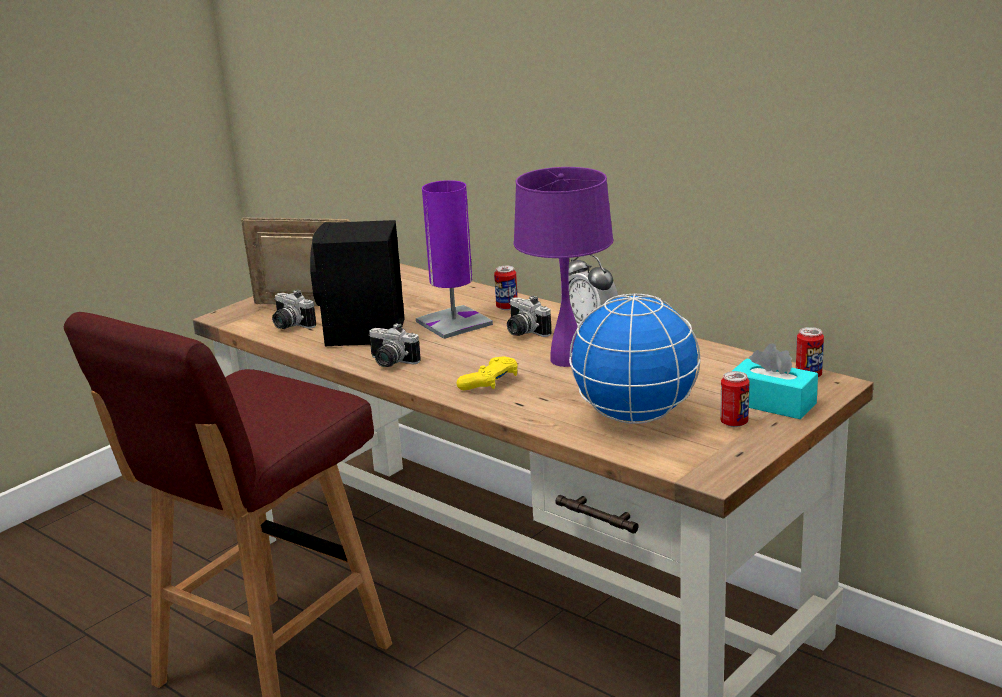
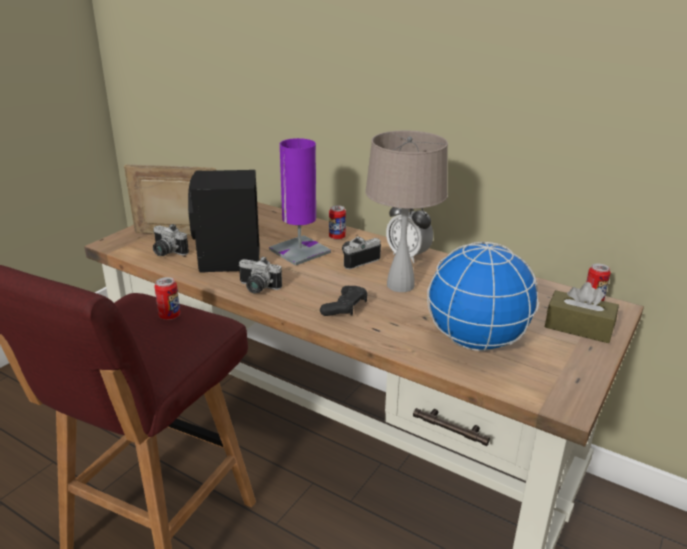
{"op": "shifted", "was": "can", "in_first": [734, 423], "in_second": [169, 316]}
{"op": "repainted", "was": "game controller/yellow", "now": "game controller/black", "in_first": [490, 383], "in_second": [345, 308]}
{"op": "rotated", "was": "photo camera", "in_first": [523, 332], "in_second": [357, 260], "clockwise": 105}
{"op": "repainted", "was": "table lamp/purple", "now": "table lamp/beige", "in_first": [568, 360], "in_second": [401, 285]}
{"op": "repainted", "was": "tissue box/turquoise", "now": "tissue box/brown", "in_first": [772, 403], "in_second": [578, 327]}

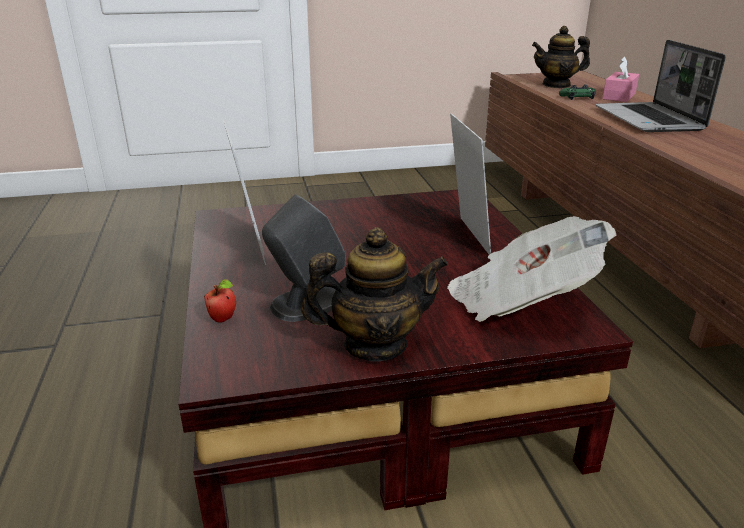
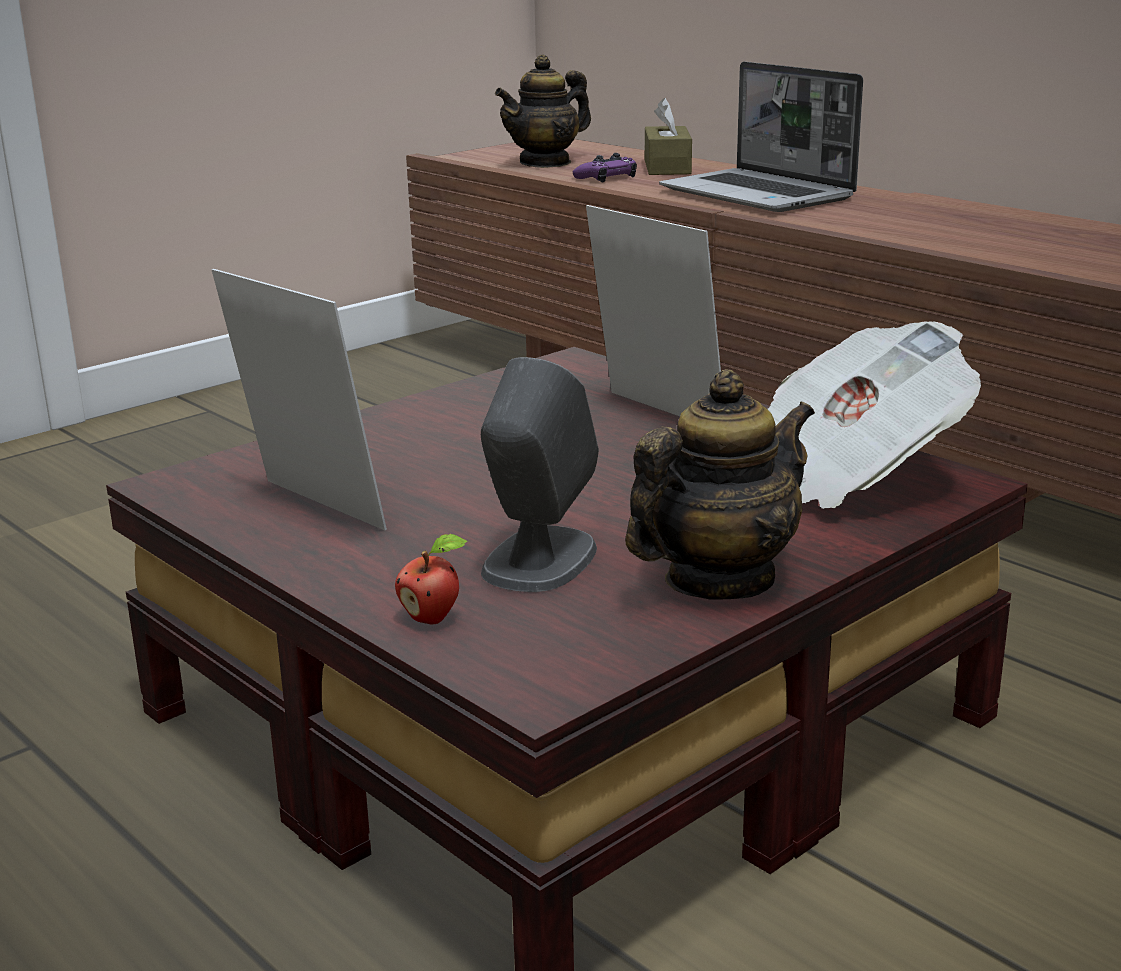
{"op": "repainted", "was": "game controller/green", "now": "game controller/purple", "in_first": [577, 97], "in_second": [606, 177]}
{"op": "repainted", "was": "tissue box/pink", "now": "tissue box/brown", "in_first": [619, 96], "in_second": [667, 167]}

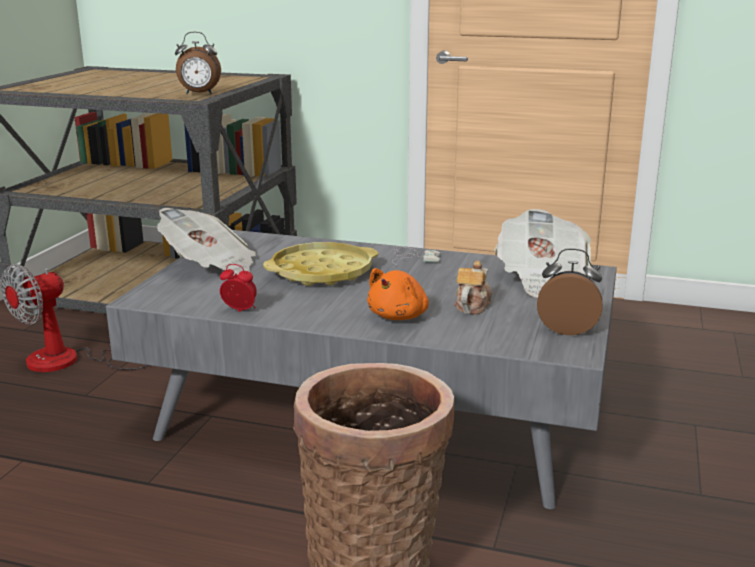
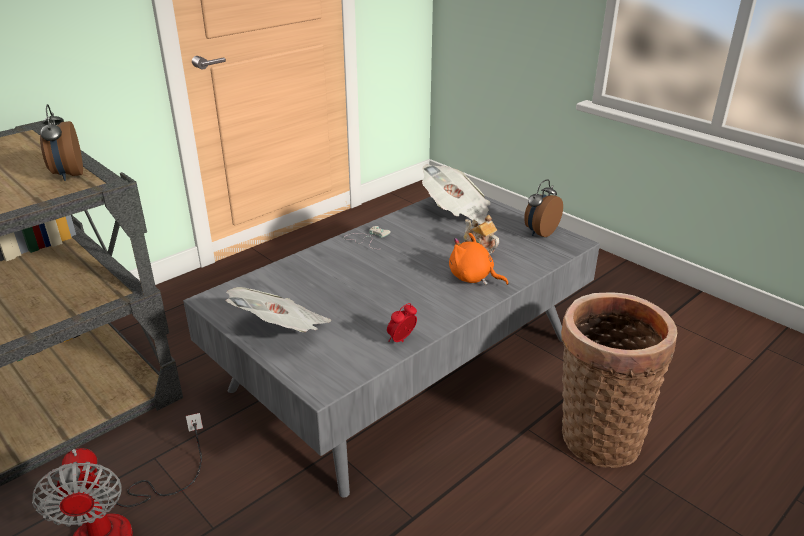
{"op": "rotated", "was": "alarm clock", "in_first": [199, 93], "in_second": [67, 175], "clockwise": 135}
{"op": "rotated", "was": "plush toy/orange", "in_first": [399, 316], "in_second": [473, 278], "clockwise": 150}
{"op": "gone", "was": "tray/yellow", "in_first": [322, 272]}

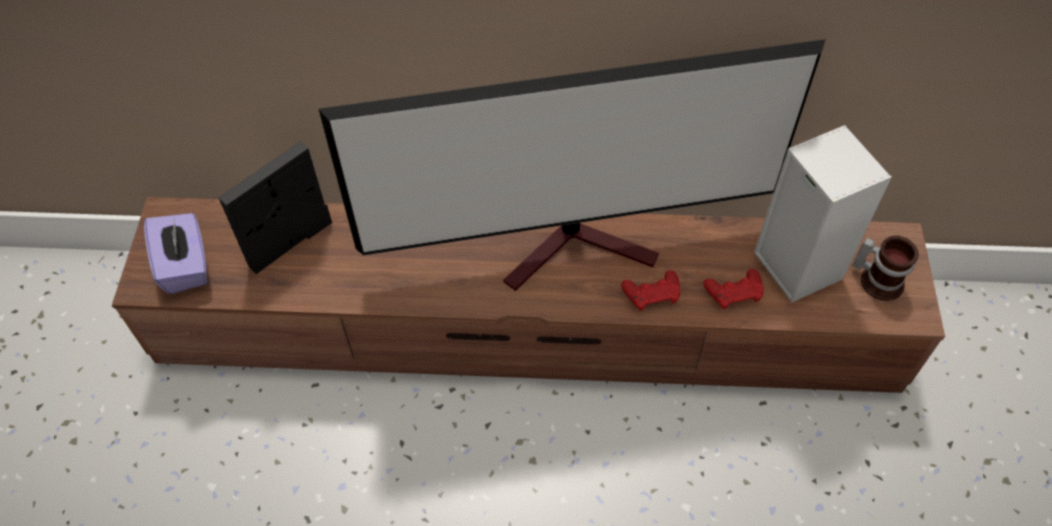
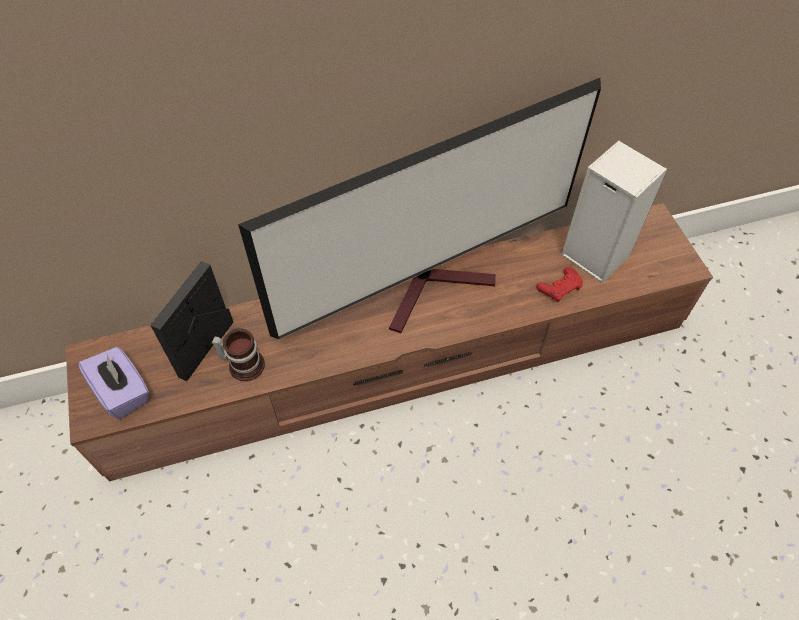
{"op": "shifted", "was": "mug", "in_first": [878, 279], "in_second": [243, 363]}
{"op": "gone", "was": "game controller/red", "in_first": [652, 293]}

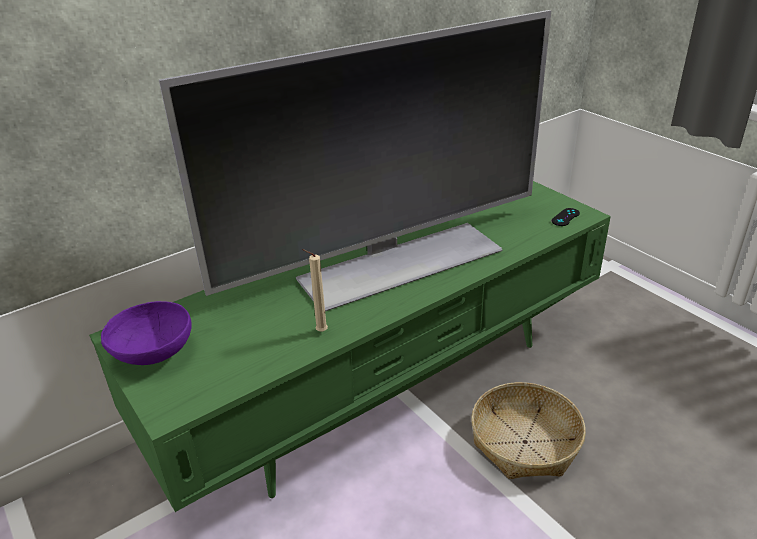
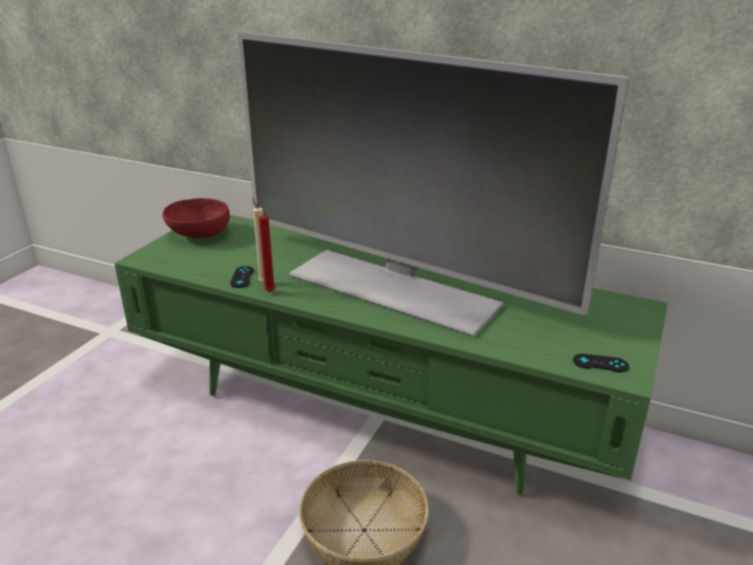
{"op": "repainted", "was": "bowl/purple", "now": "bowl/red", "in_first": [153, 354], "in_second": [198, 234]}
{"op": "new", "now": "game controller/black", "in_second": [242, 277]}
{"op": "new", "now": "candle/red", "in_second": [271, 292]}

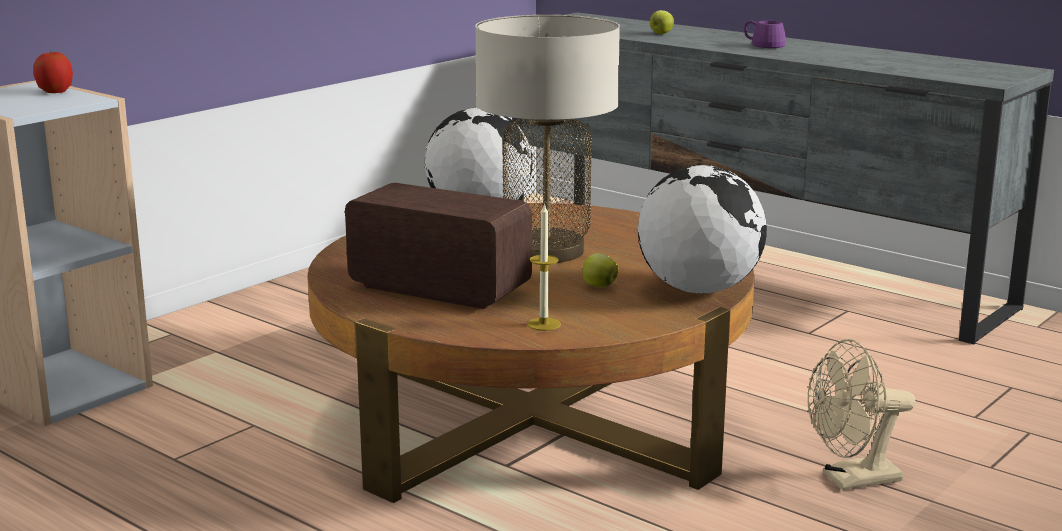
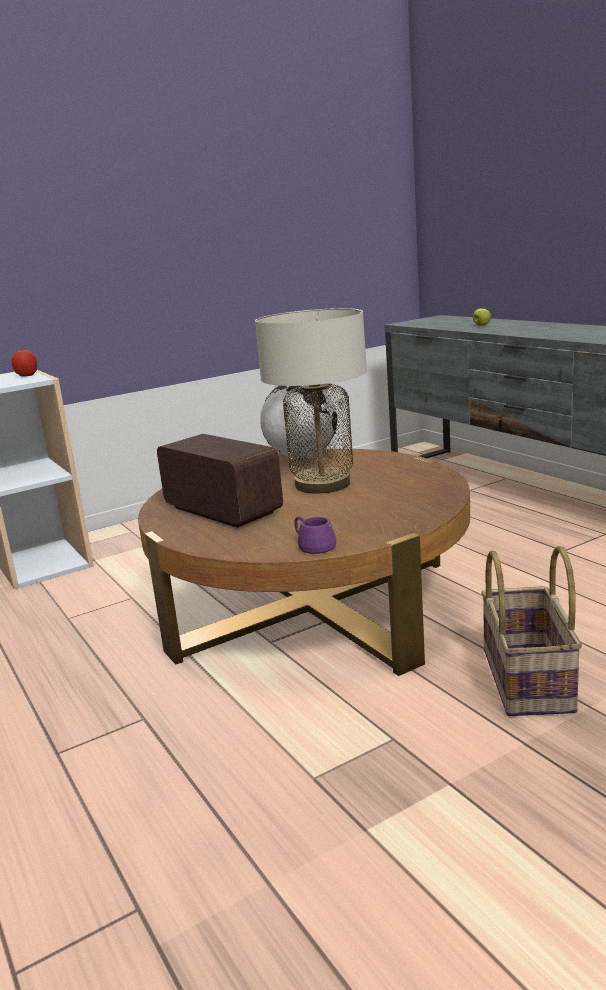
{"op": "shifted", "was": "mug/purple", "in_first": [765, 45], "in_second": [316, 544]}
{"op": "swapped", "was": "fan/beige", "now": "basket", "in_first": [852, 480], "in_second": [529, 680]}
{"op": "gone", "was": "candle", "in_first": [544, 324]}
{"op": "gone", "was": "apple", "in_first": [598, 286]}
{"op": "gone", "was": "globe", "in_first": [698, 290]}

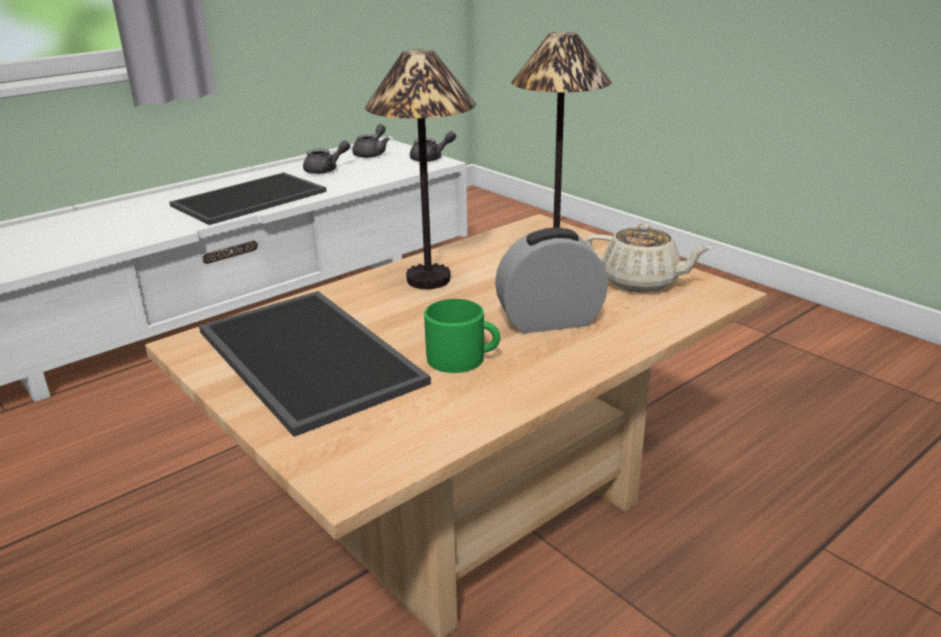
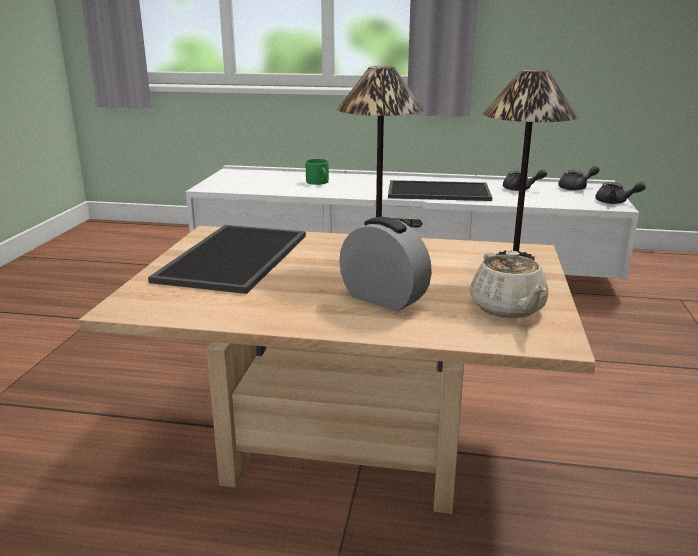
{"op": "shifted", "was": "mug/green", "in_first": [463, 358], "in_second": [318, 182]}

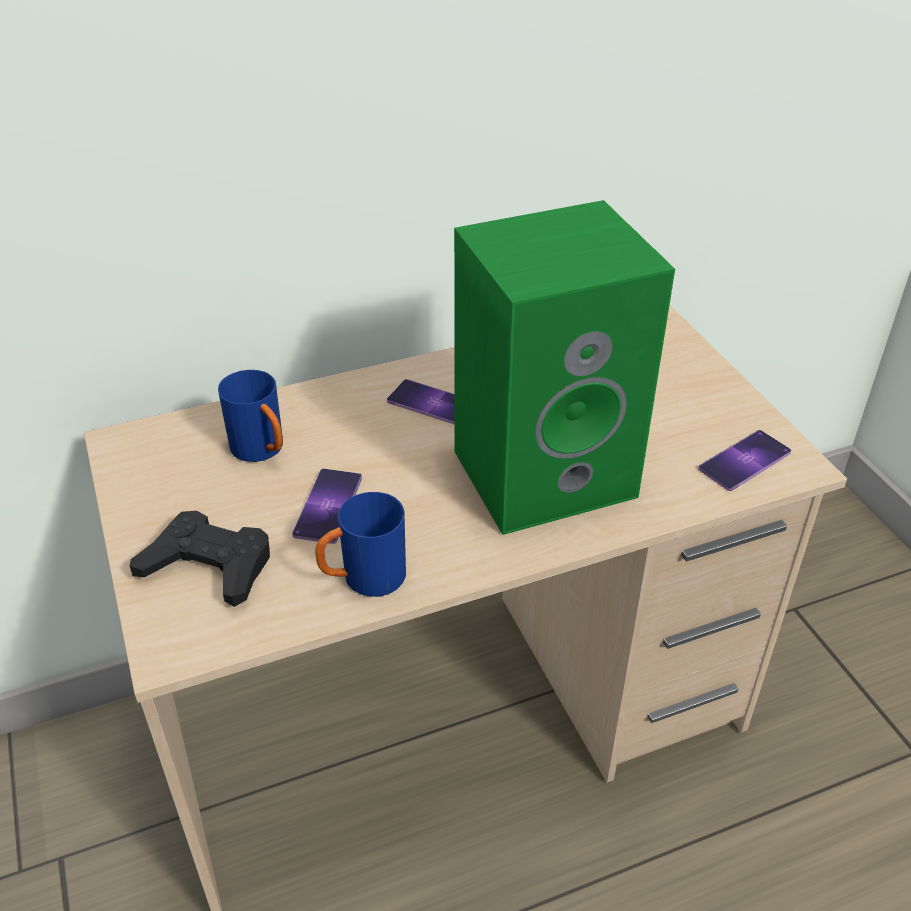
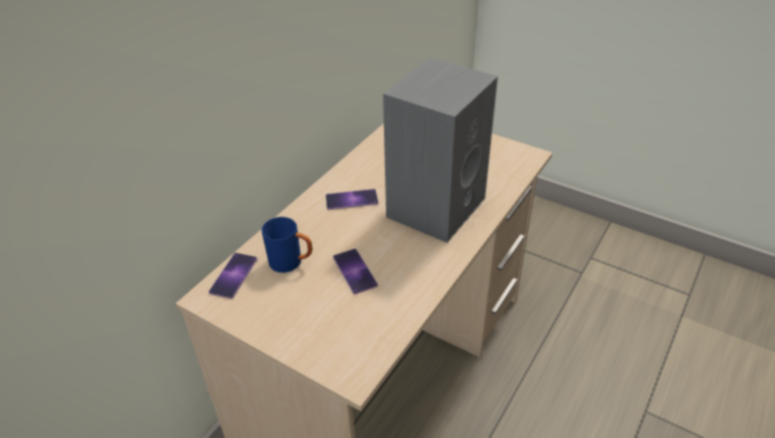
{"op": "shifted", "was": "phone", "in_first": [744, 460], "in_second": [233, 275]}
{"op": "repainted", "was": "speaker/green", "now": "speaker/grey", "in_first": [546, 470], "in_second": [435, 205]}
{"op": "gone", "was": "game controller/black", "in_first": [208, 566]}
{"op": "gone", "was": "mug/blue", "in_first": [363, 579]}

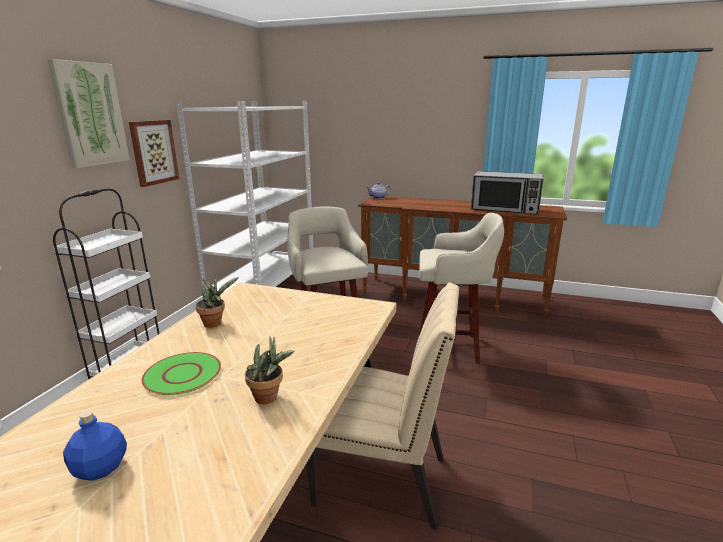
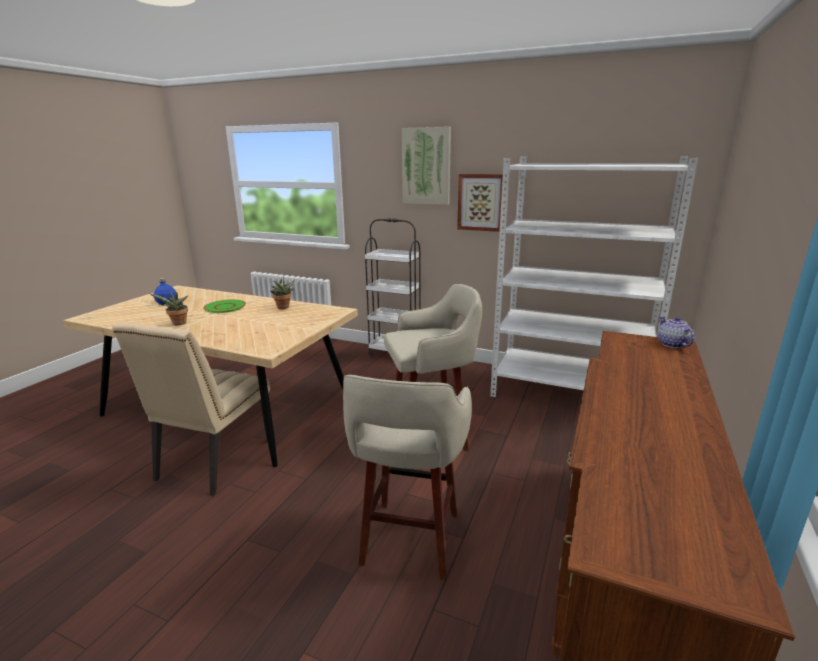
{"op": "gone", "was": "microwave", "in_first": [505, 209]}

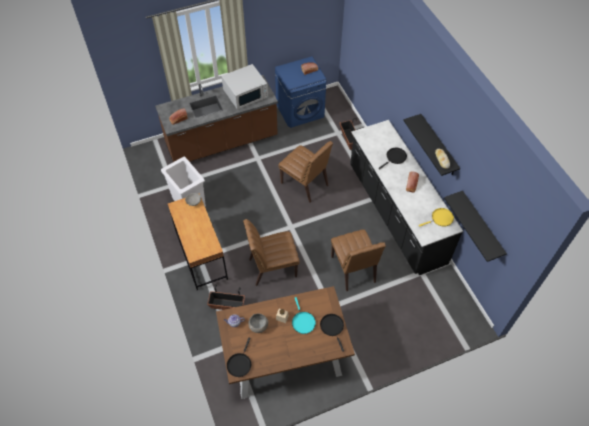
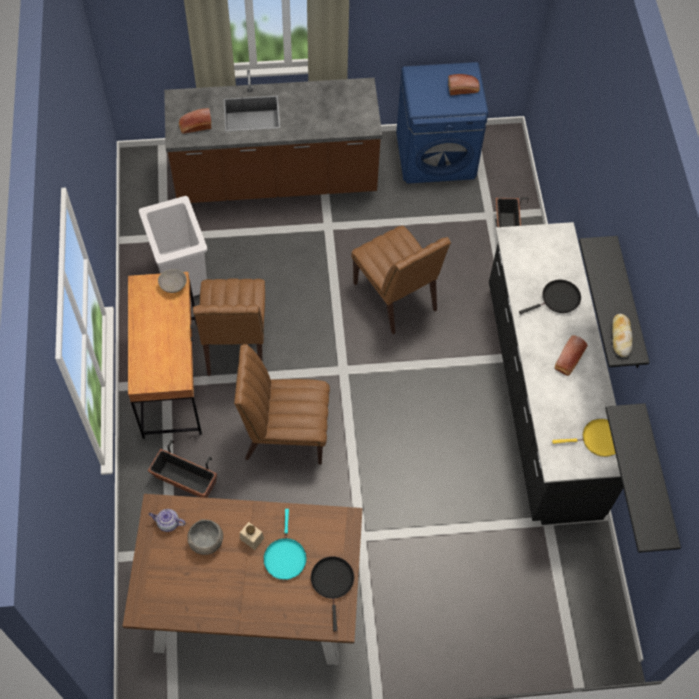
{"op": "shifted", "was": "chair/brown", "in_first": [353, 269], "in_second": [235, 343]}
{"op": "gone", "was": "microwave/white", "in_first": [246, 94]}
{"op": "gone", "was": "frying pan/black", "in_first": [239, 364]}

